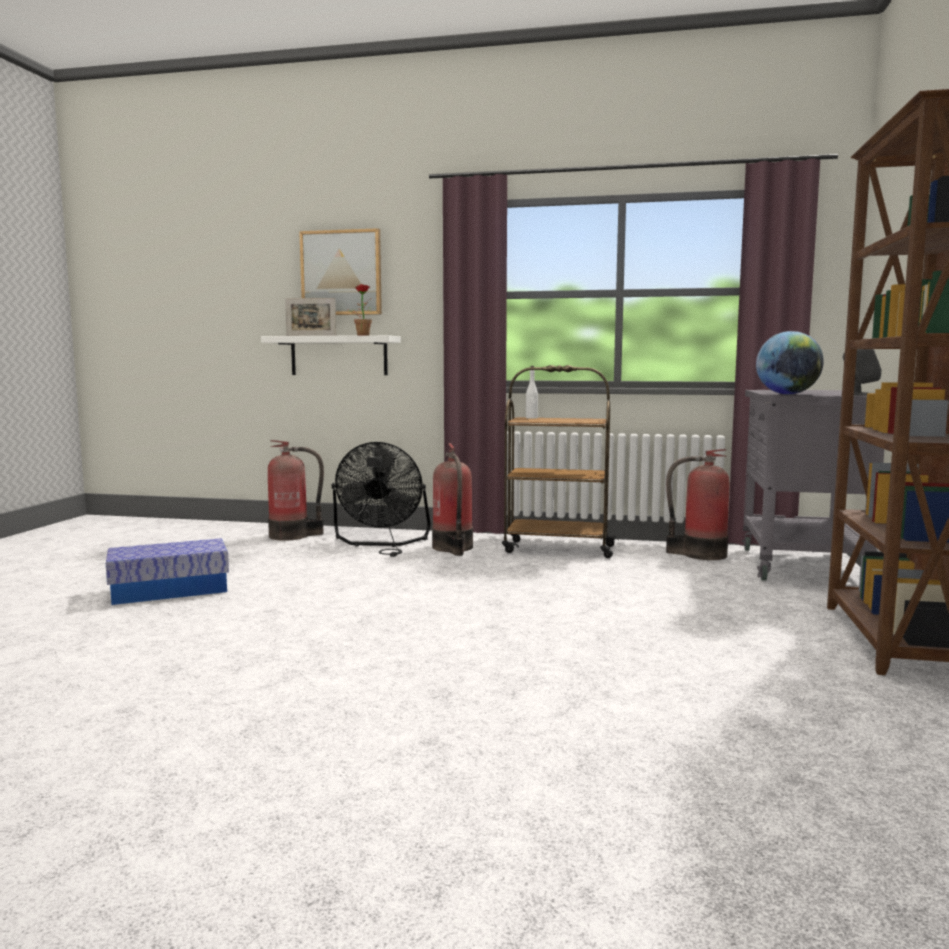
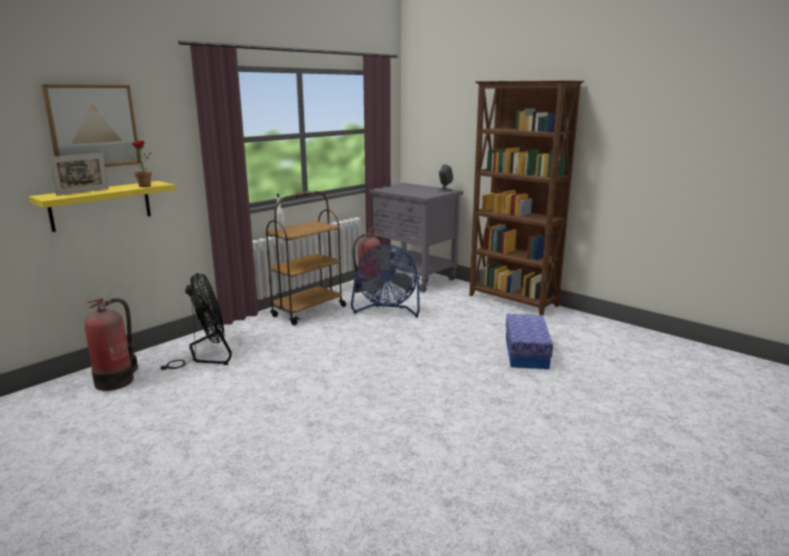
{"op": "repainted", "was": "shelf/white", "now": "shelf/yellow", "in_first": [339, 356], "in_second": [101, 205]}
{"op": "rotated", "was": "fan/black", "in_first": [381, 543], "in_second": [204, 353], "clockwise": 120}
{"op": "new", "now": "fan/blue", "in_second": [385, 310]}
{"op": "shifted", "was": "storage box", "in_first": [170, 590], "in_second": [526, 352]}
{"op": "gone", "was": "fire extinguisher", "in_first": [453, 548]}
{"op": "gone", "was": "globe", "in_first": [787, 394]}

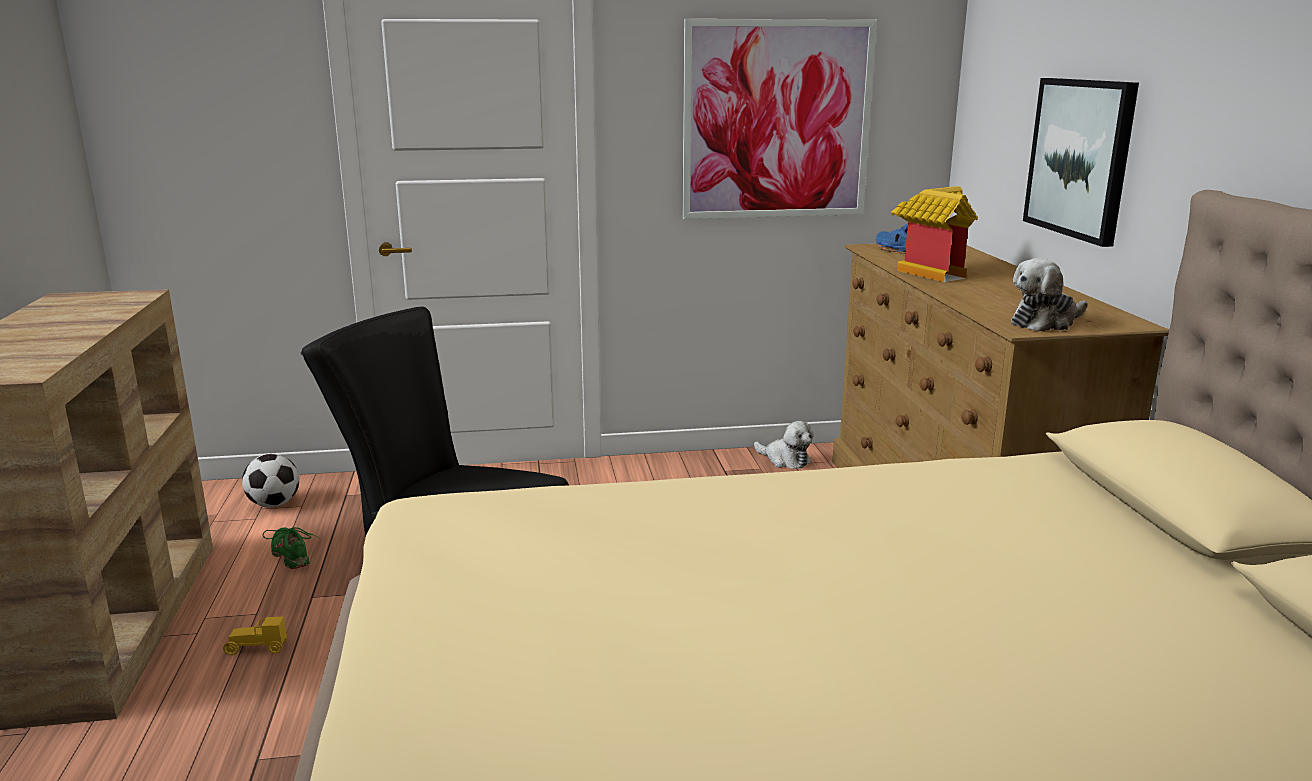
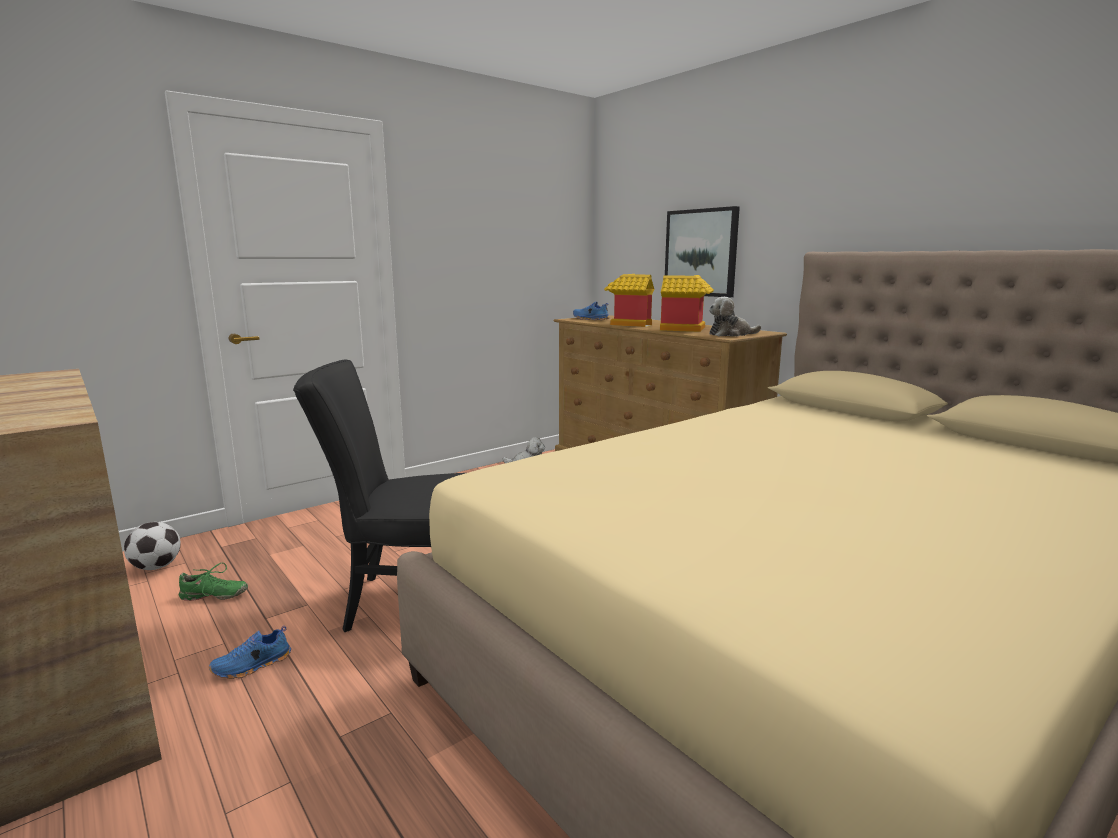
{"op": "rotated", "was": "shoe/green", "in_first": [292, 555], "in_second": [214, 596], "clockwise": 150}
{"op": "swapped", "was": "toy car/yellow", "now": "shoe/blue", "in_first": [256, 649], "in_second": [252, 666]}
{"op": "new", "now": "toy house", "in_second": [685, 329]}
{"op": "rotated", "was": "plush toy", "in_first": [1045, 322], "in_second": [731, 334], "clockwise": 45}
{"op": "gone", "was": "picture", "in_first": [776, 120]}

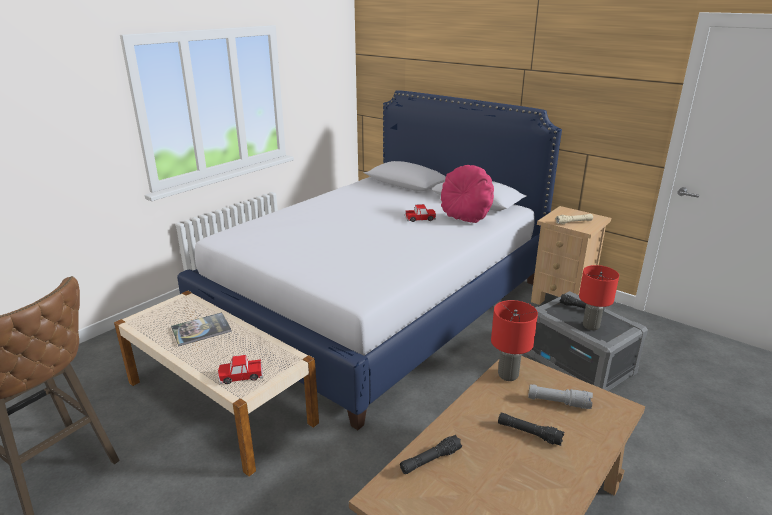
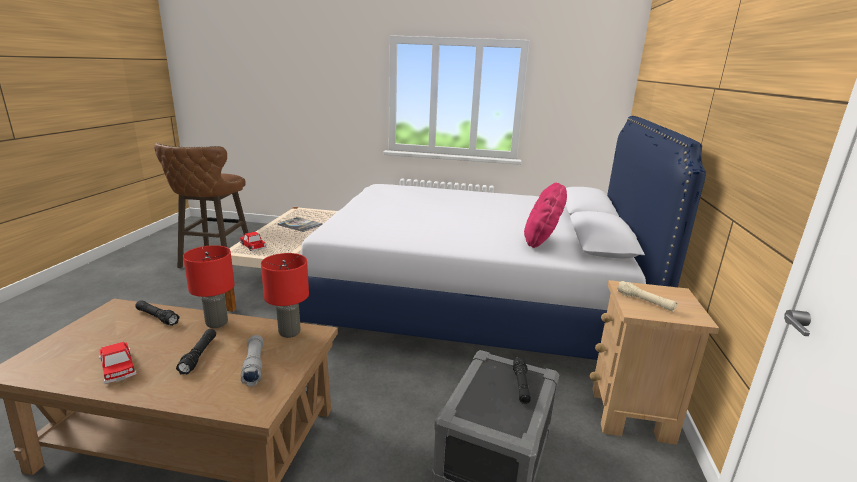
{"op": "shifted", "was": "toy car", "in_first": [420, 219], "in_second": [118, 368]}
{"op": "shifted", "was": "table lamp/red", "in_first": [591, 327], "in_second": [215, 324]}

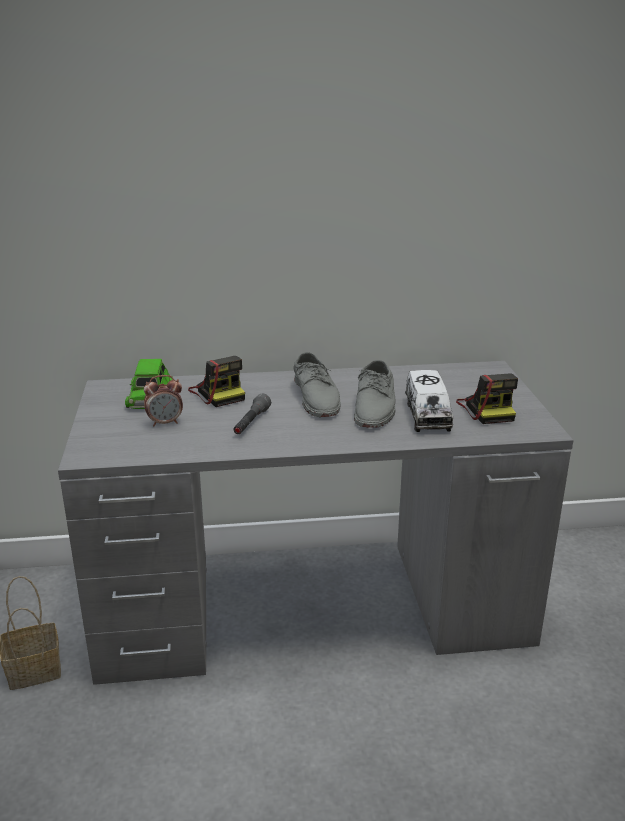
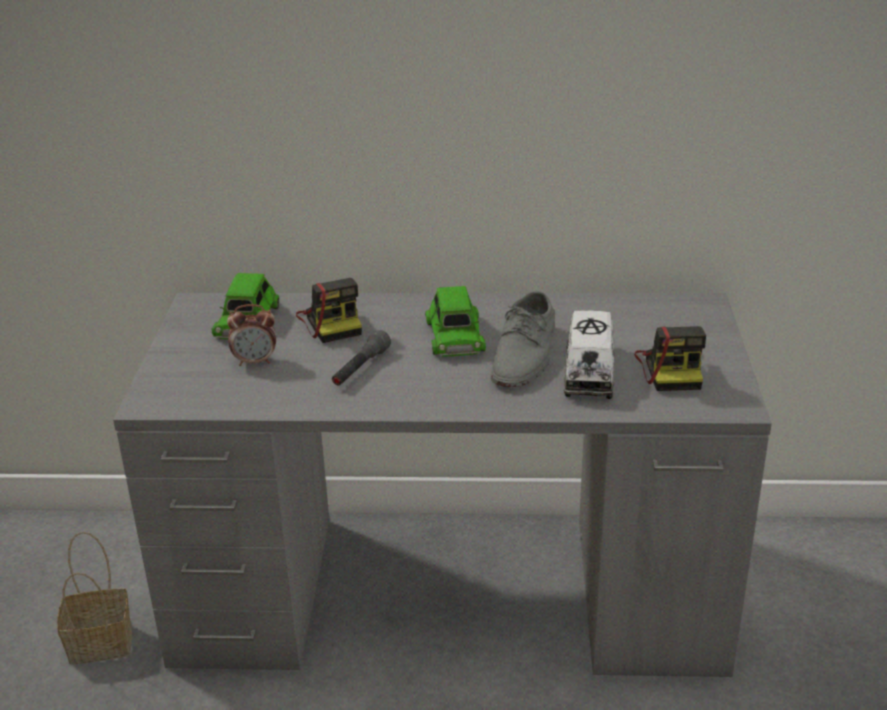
{"op": "swapped", "was": "shoe/grey", "now": "toy car/green", "in_first": [317, 397], "in_second": [454, 335]}

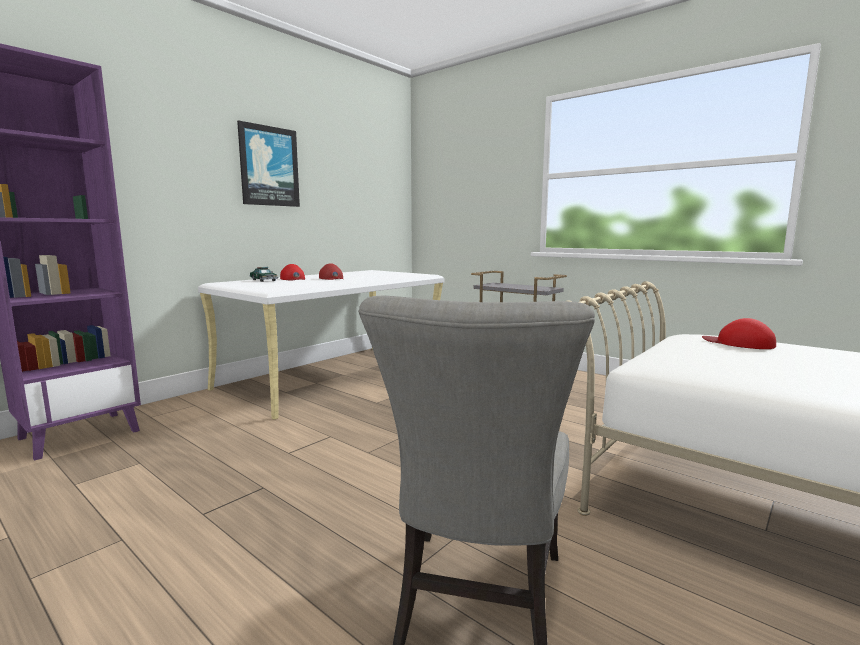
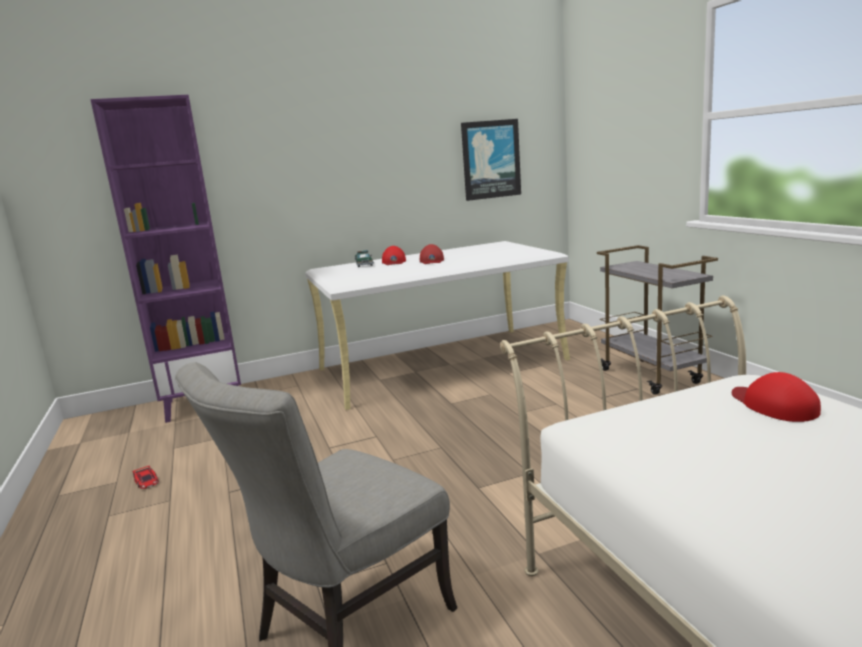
{"op": "new", "now": "toy car", "in_second": [146, 481]}
{"op": "shifted", "was": "picture", "in_first": [269, 166], "in_second": [491, 159]}

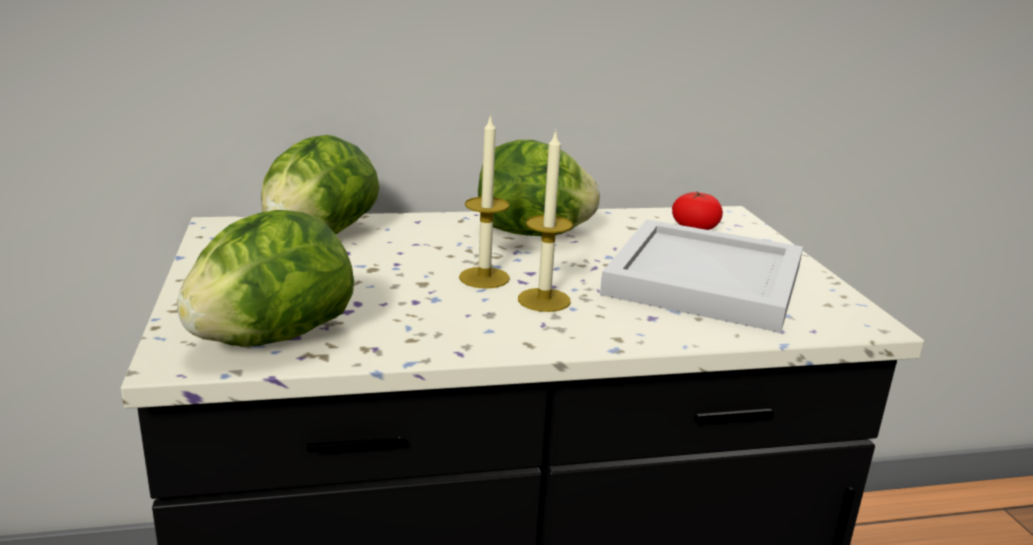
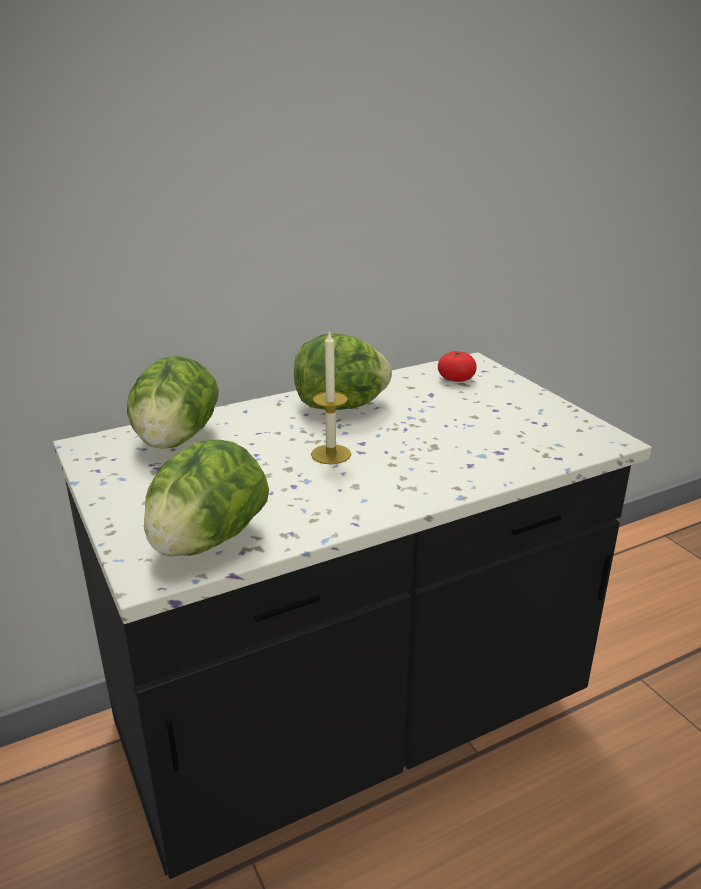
{"op": "gone", "was": "candle", "in_first": [544, 300]}
{"op": "gone", "was": "tray/white", "in_first": [706, 282]}

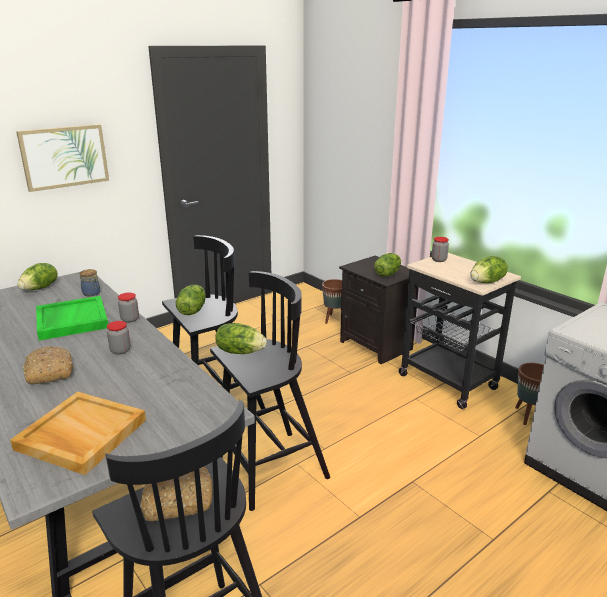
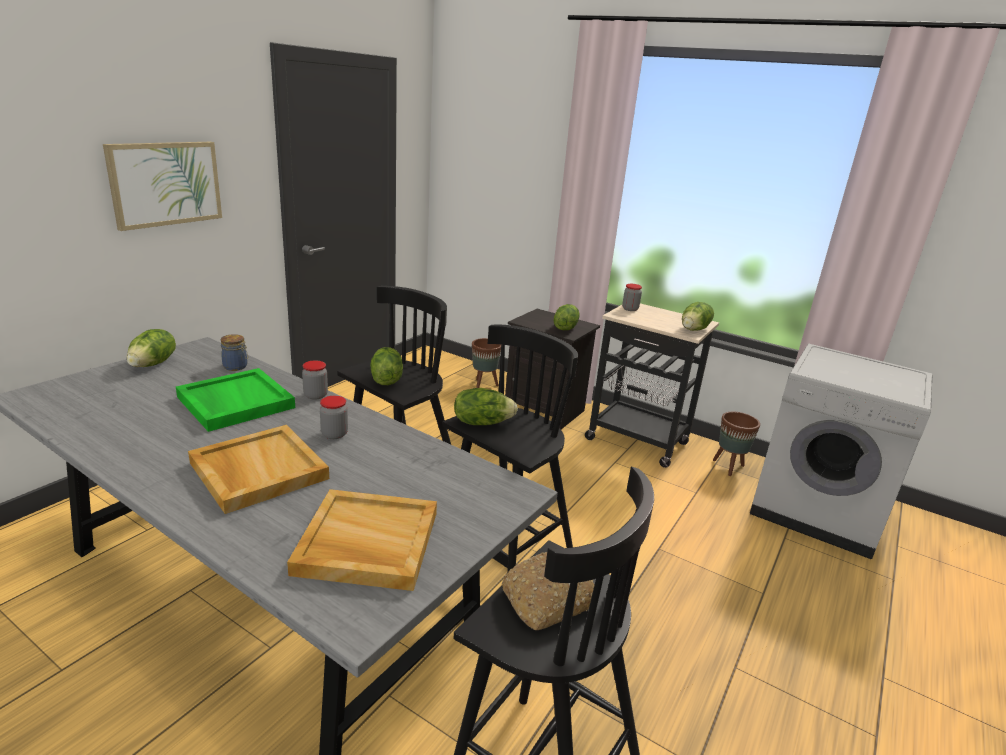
{"op": "swapped", "was": "bread", "now": "tray/beige", "in_first": [49, 372], "in_second": [257, 470]}

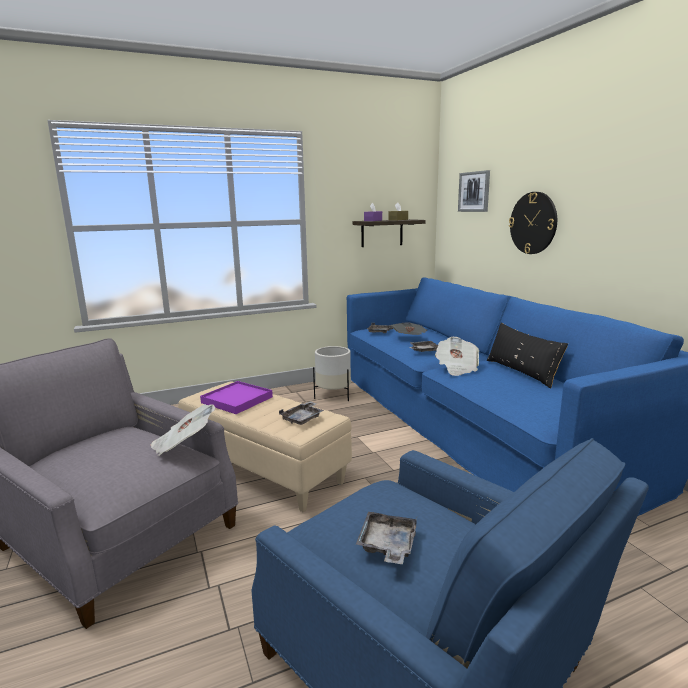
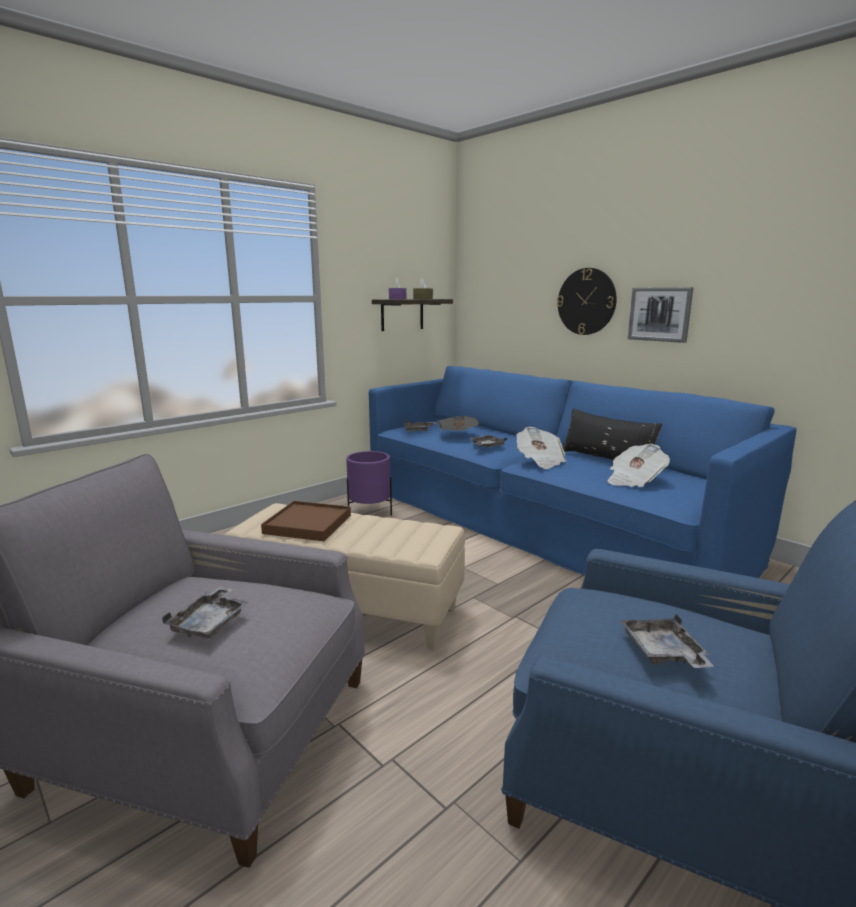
{"op": "shifted", "was": "tray/grey", "in_first": [303, 418], "in_second": [210, 623]}
{"op": "repainted", "was": "tray/purple", "now": "tray/brown", "in_first": [237, 400], "in_second": [308, 524]}
{"op": "repainted", "was": "planter/white", "now": "planter/purple", "in_first": [333, 396], "in_second": [369, 512]}
{"op": "shifted", "was": "newspaper", "in_first": [183, 445], "in_second": [634, 480]}
{"op": "shifted", "was": "picture", "in_first": [474, 191], "in_second": [659, 314]}

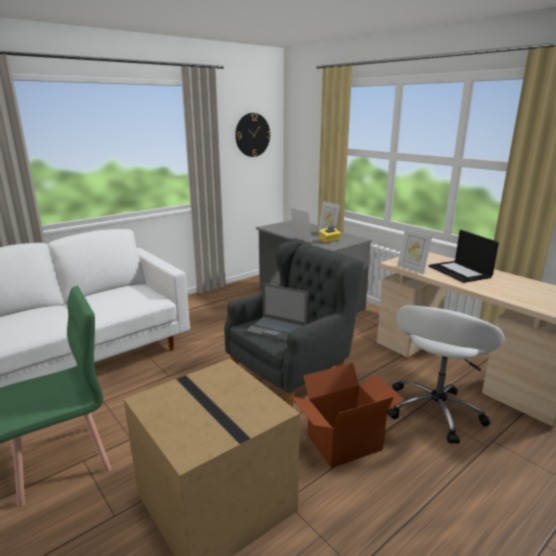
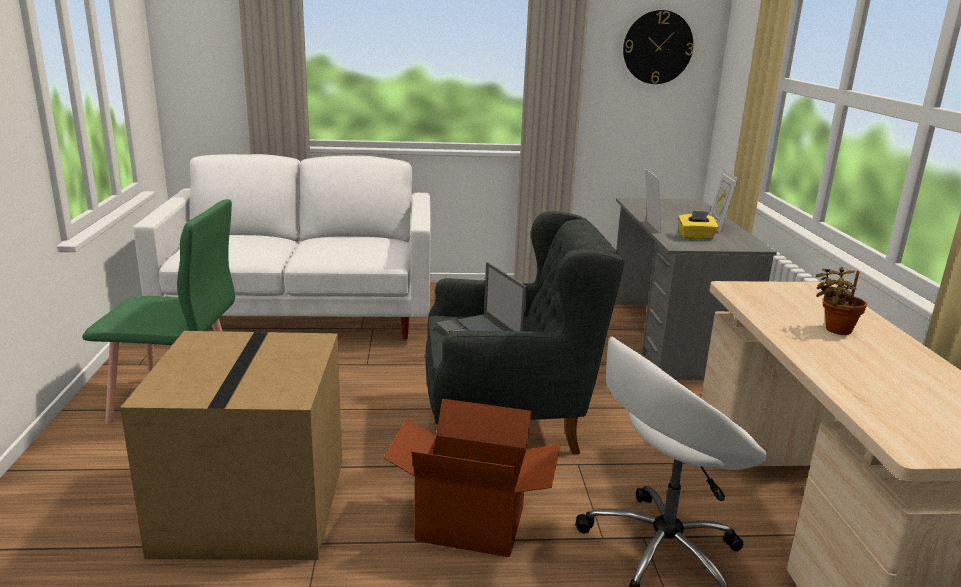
{"op": "swapped", "was": "laptop", "now": "potted plant", "in_first": [460, 272], "in_second": [835, 329]}
{"op": "gone", "was": "picture frame", "in_first": [412, 269]}

